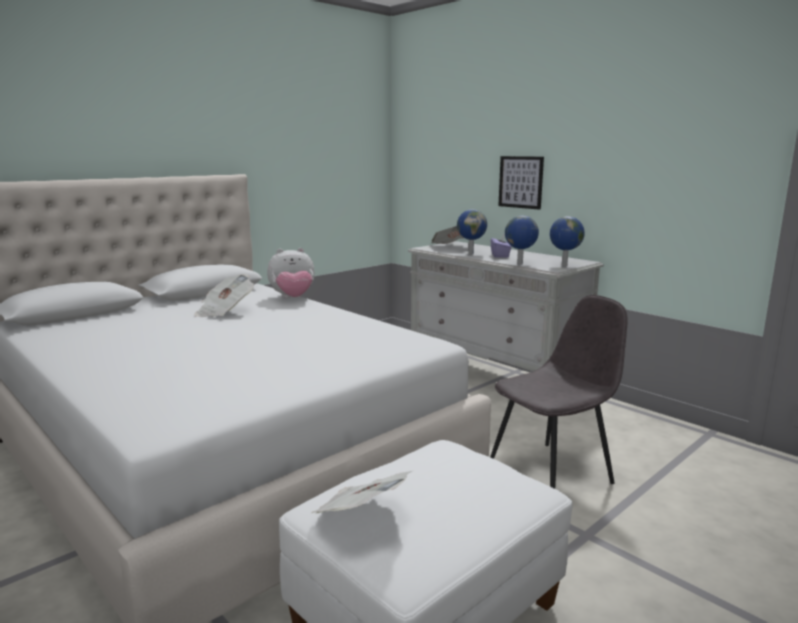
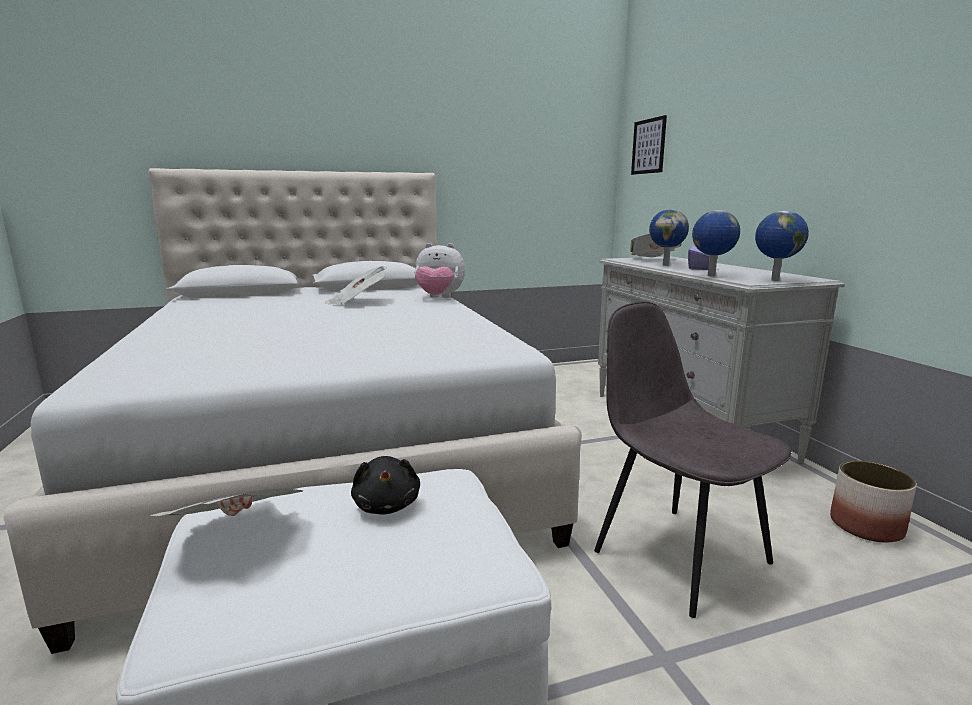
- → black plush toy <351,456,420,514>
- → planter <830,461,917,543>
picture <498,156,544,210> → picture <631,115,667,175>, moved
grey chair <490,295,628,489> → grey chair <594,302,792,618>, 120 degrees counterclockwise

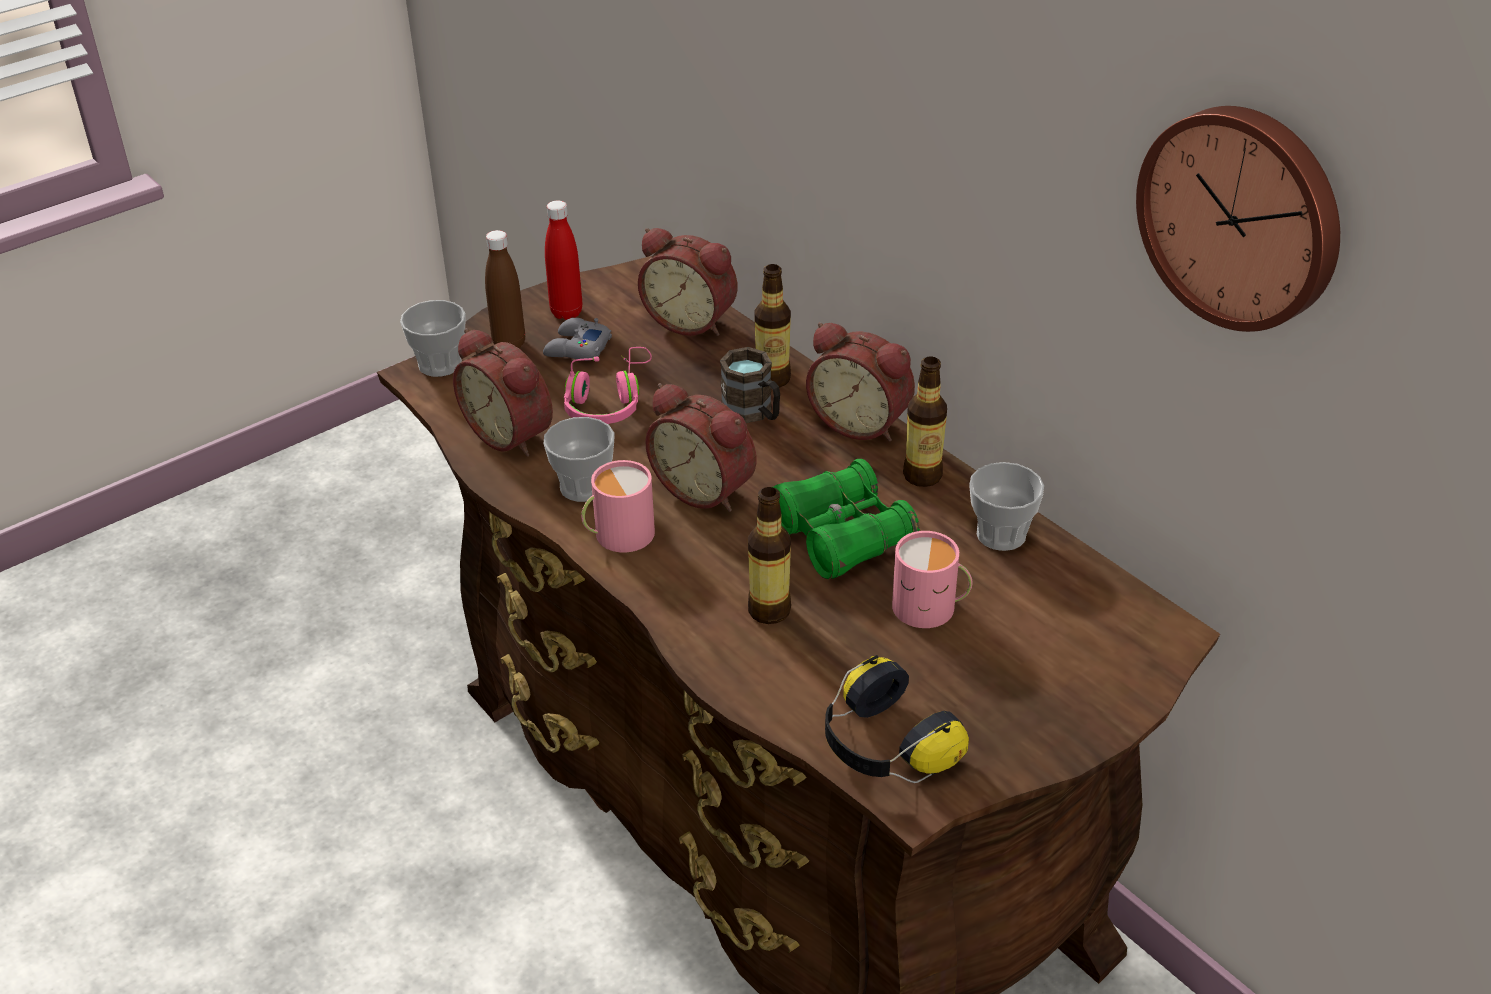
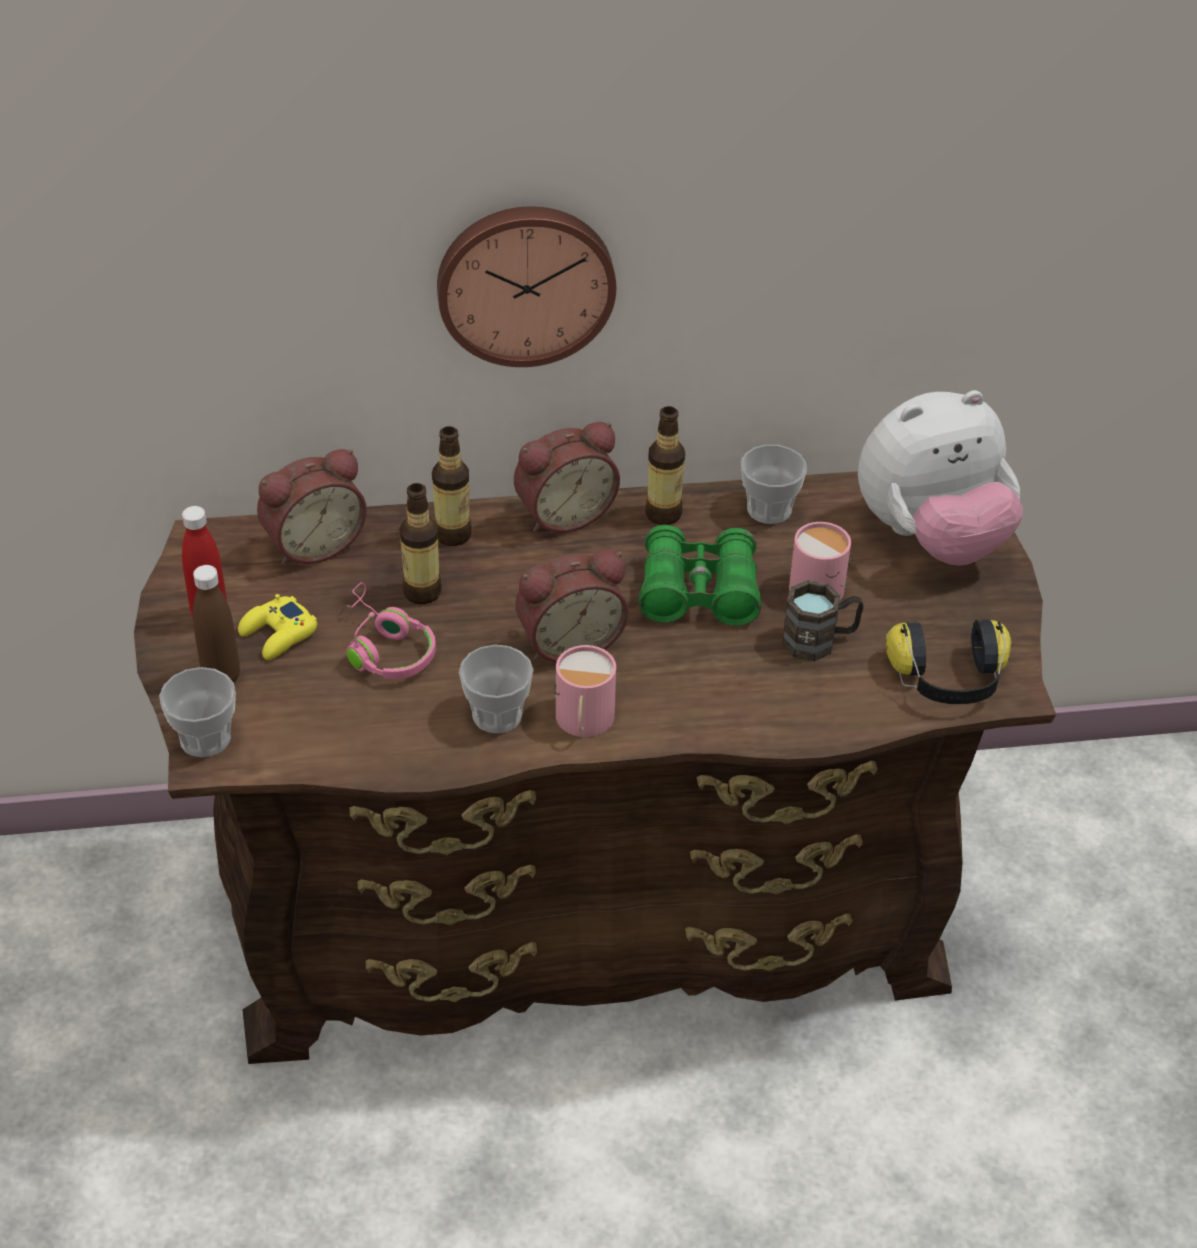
alarm clock <453,328,553,456> → -
- → plush toy <858,390,1023,566>
brown mug <720,347,780,423> → brown mug <782,580,863,661>, moved
bottle <748,487,791,624> → bottle <399,483,442,604>, moved
wall clock <1136,106,1340,332> → wall clock <437,207,616,367>, moved
grey game controller <543,318,612,361> → yellow game controller <238,594,318,660>

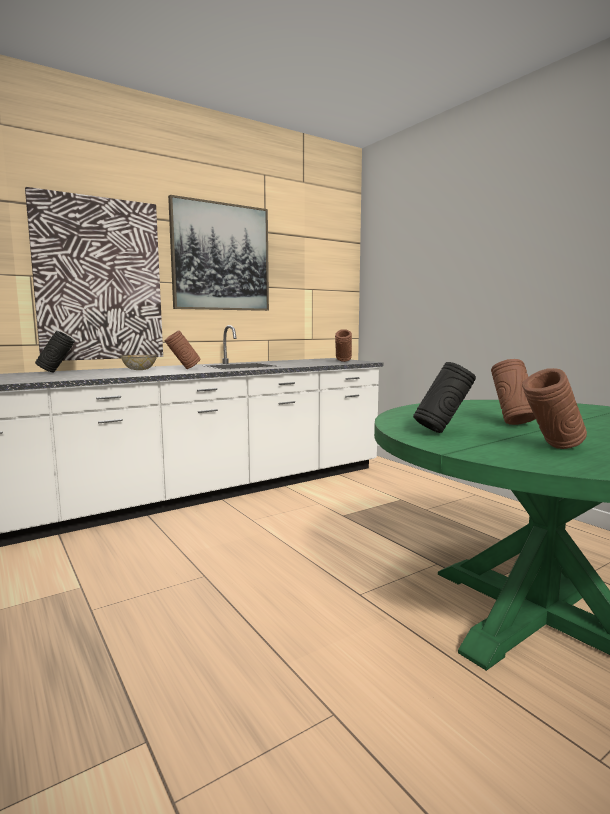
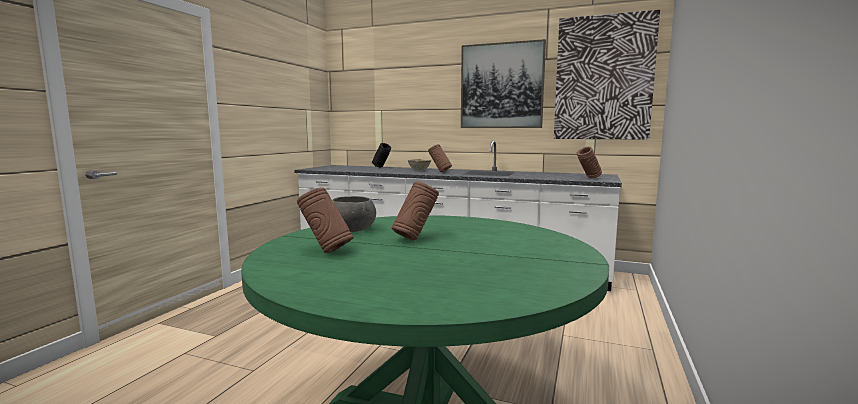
picture <25,187,163,361> → picture <554,10,660,140>, moved
black vase <413,362,476,433> → grey bowl <332,196,376,232>

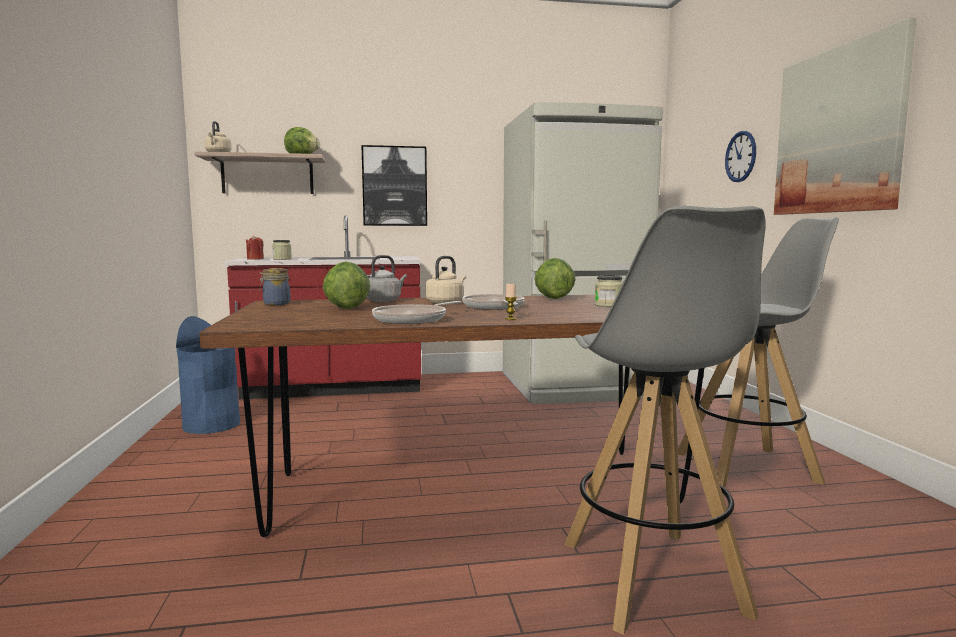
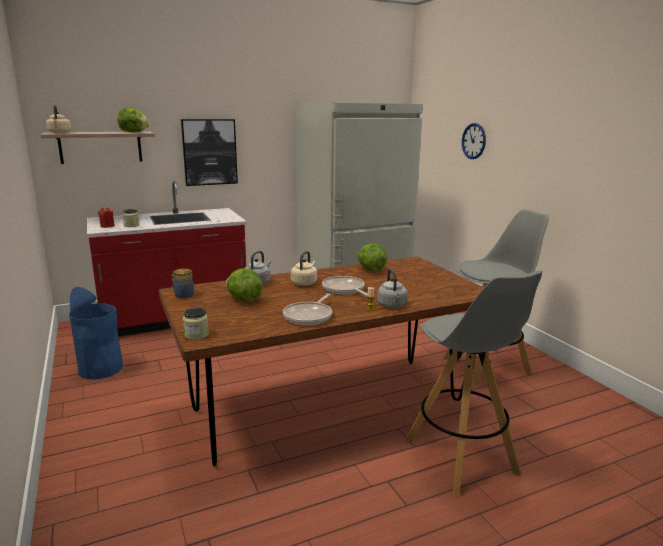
picture <774,18,916,215> → -
- → grey kettle <377,269,408,308>
jar <595,276,623,307> → jar <183,308,209,340>, moved

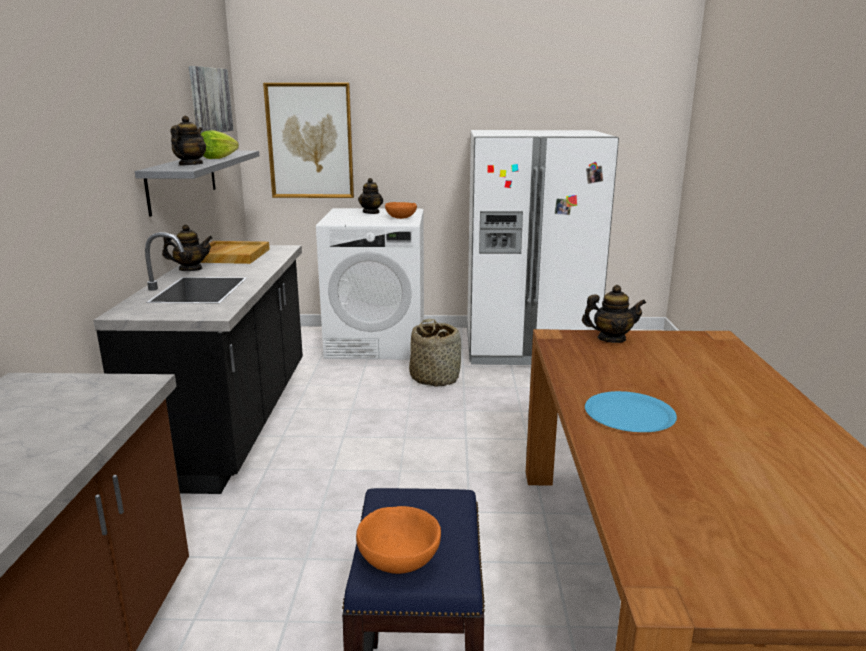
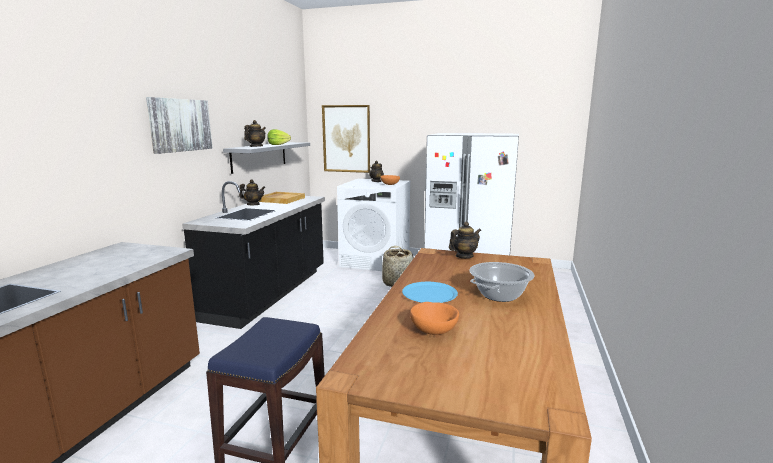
- → cooking pot <469,262,534,302>
picture <189,66,233,133> → picture <146,97,212,154>, moved
orange bowl <356,506,441,574> → orange bowl <410,302,459,335>, moved
teapot <582,285,646,343> → teapot <449,222,481,258>, 45 degrees counterclockwise

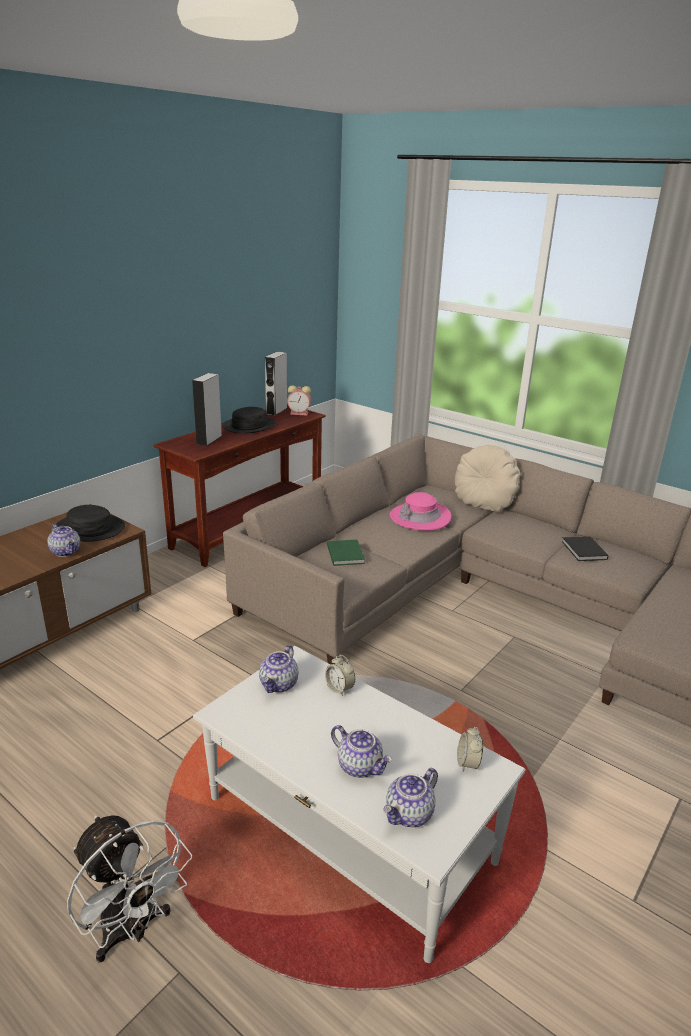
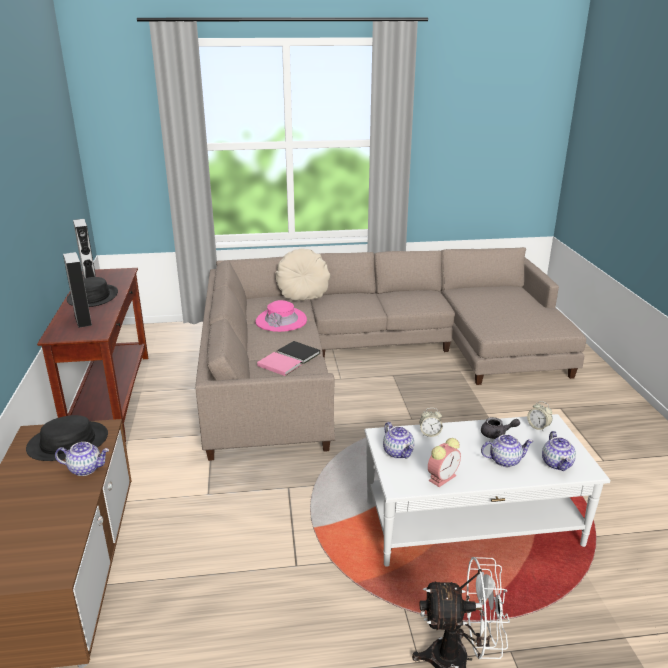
- → grey teapot <481,417,520,439>
alarm clock <287,385,311,415> → alarm clock <428,438,461,487>, moved
black book <562,536,609,561> → black book <277,341,320,364>, moved
green book <327,540,365,566> → pink book <257,352,302,376>

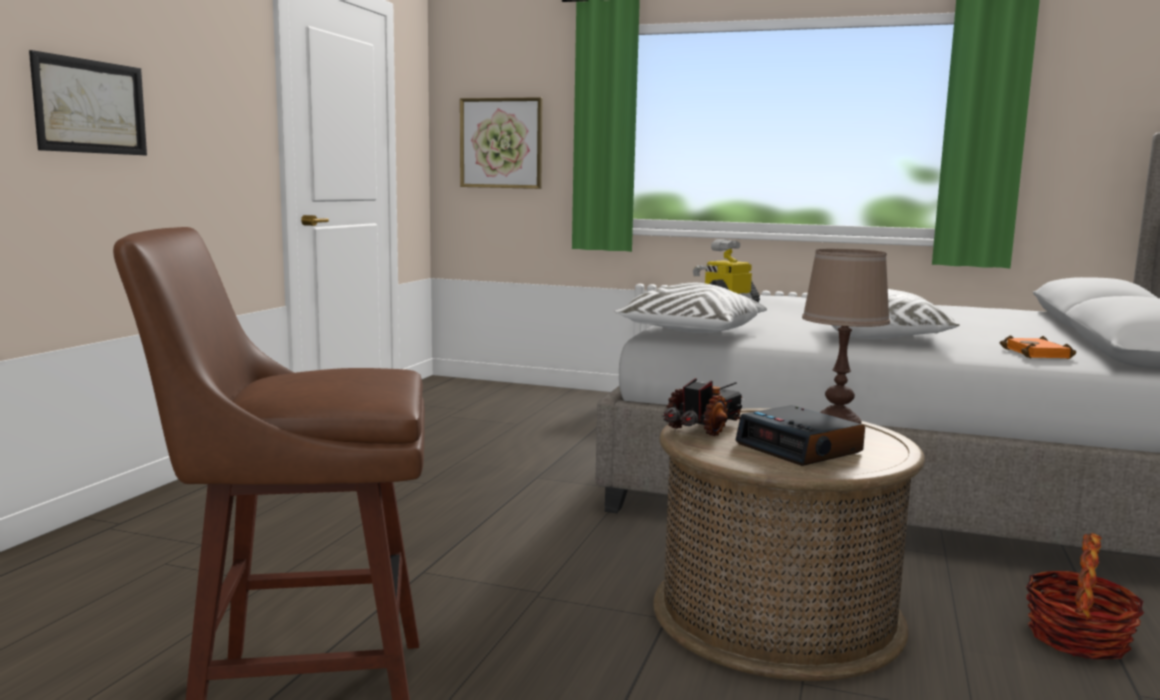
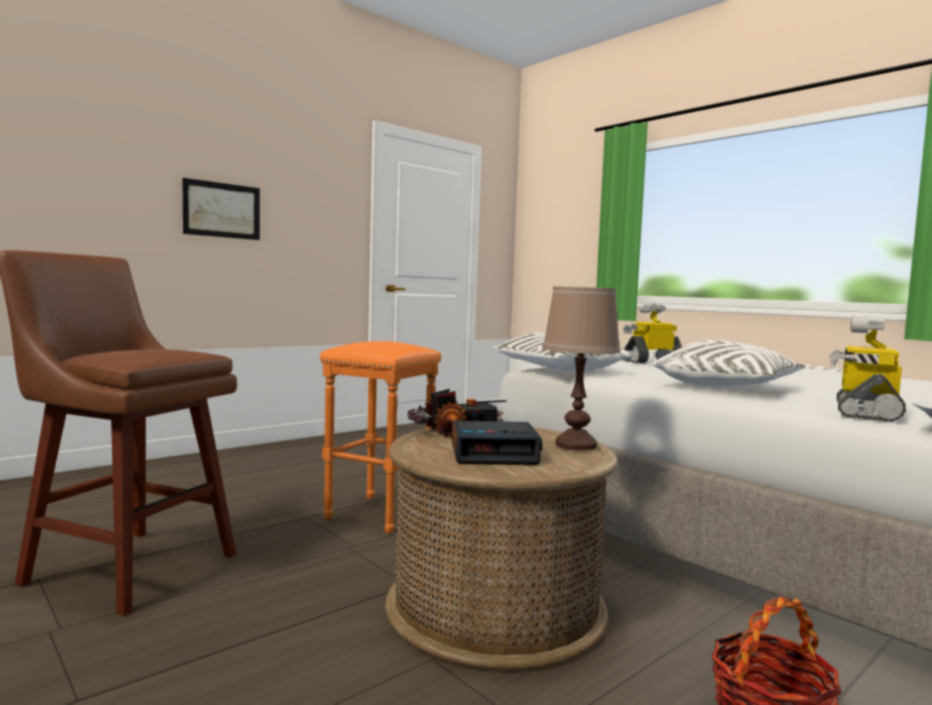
picture <460,97,543,189> → -
- → orange stool <320,341,441,534>
orange book <1000,335,1076,359> → toy robot <829,316,906,421>
alarm clock <735,405,865,466> → alarm clock <452,420,542,465>, 90 degrees counterclockwise

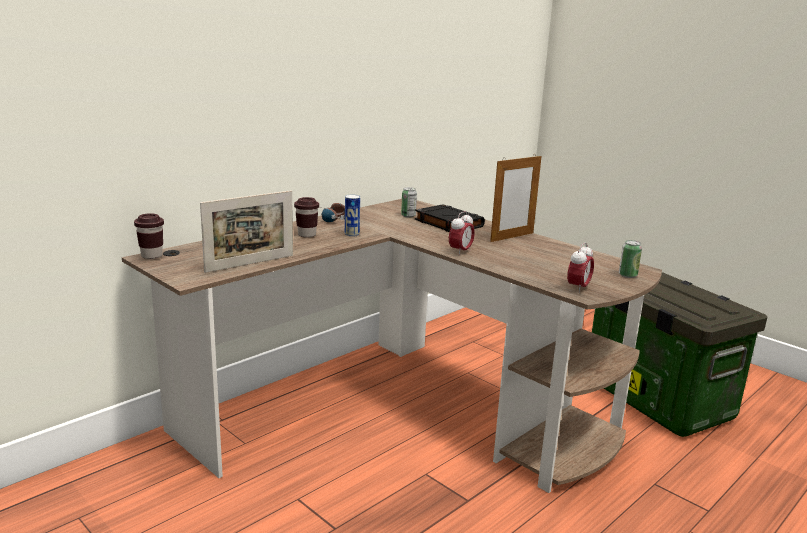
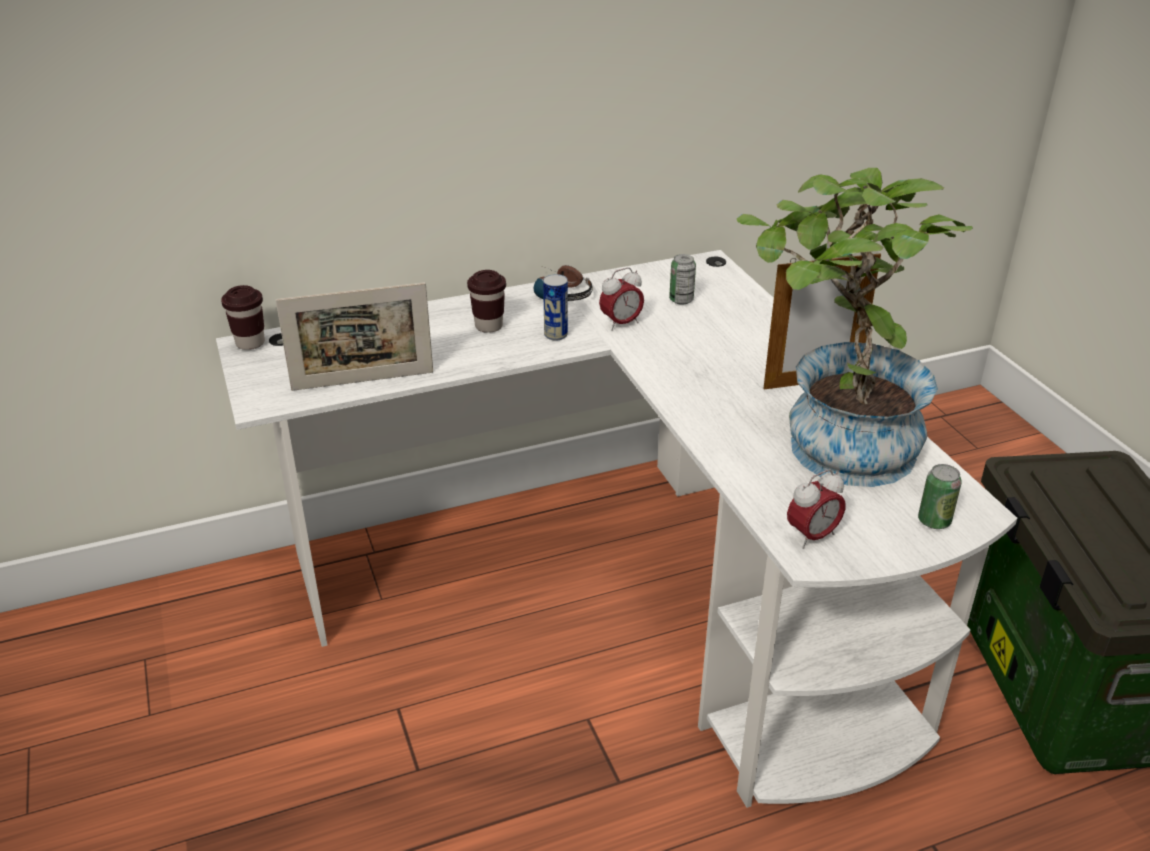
black book <415,204,485,232> → -
- → potted plant <737,168,973,487>
alarm clock <449,211,475,254> → alarm clock <599,267,644,331>, moved
brown desk <122,199,662,493> → white desk <216,250,1017,808>

